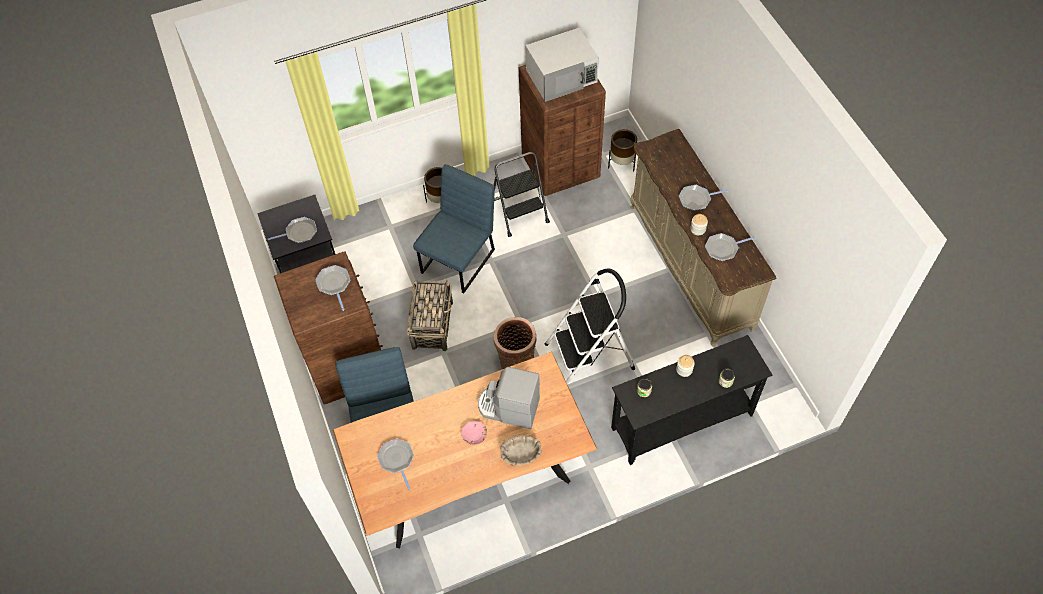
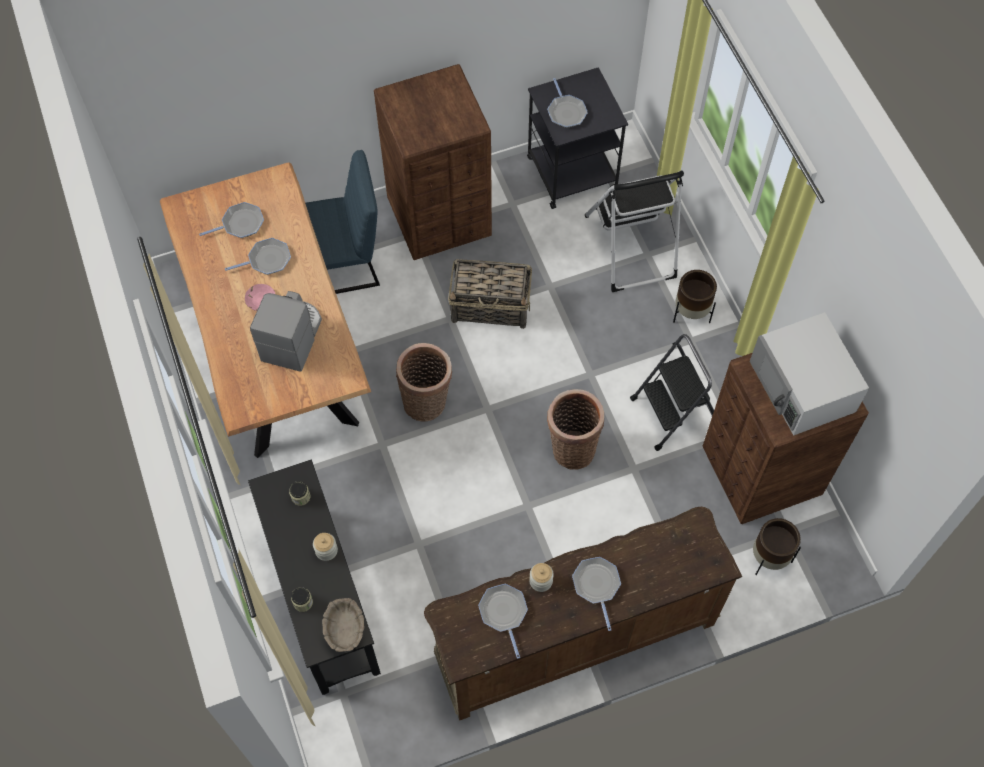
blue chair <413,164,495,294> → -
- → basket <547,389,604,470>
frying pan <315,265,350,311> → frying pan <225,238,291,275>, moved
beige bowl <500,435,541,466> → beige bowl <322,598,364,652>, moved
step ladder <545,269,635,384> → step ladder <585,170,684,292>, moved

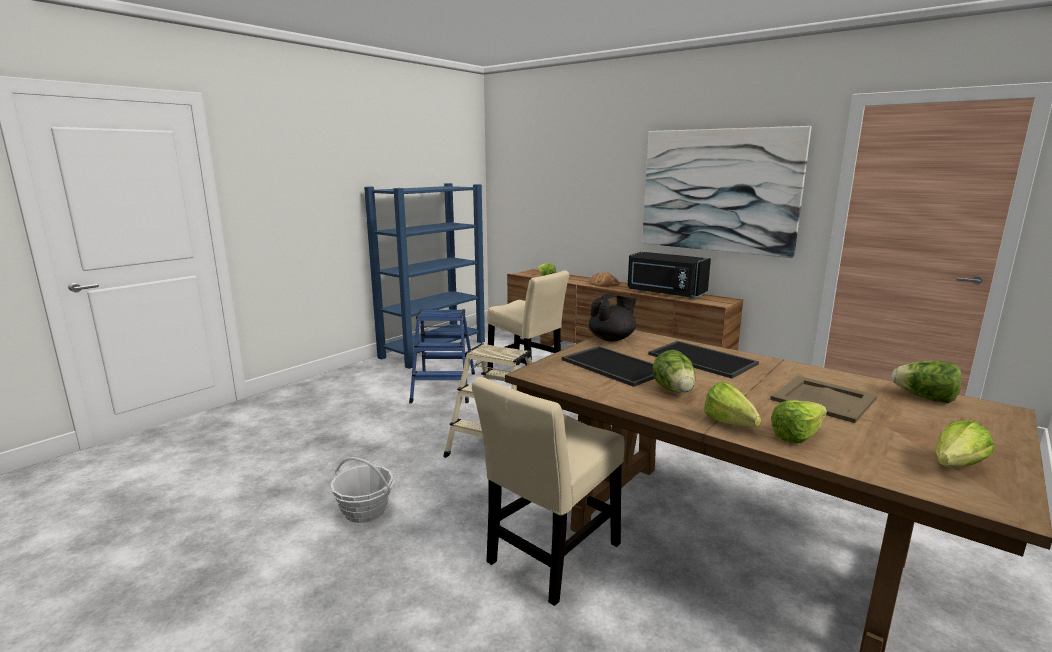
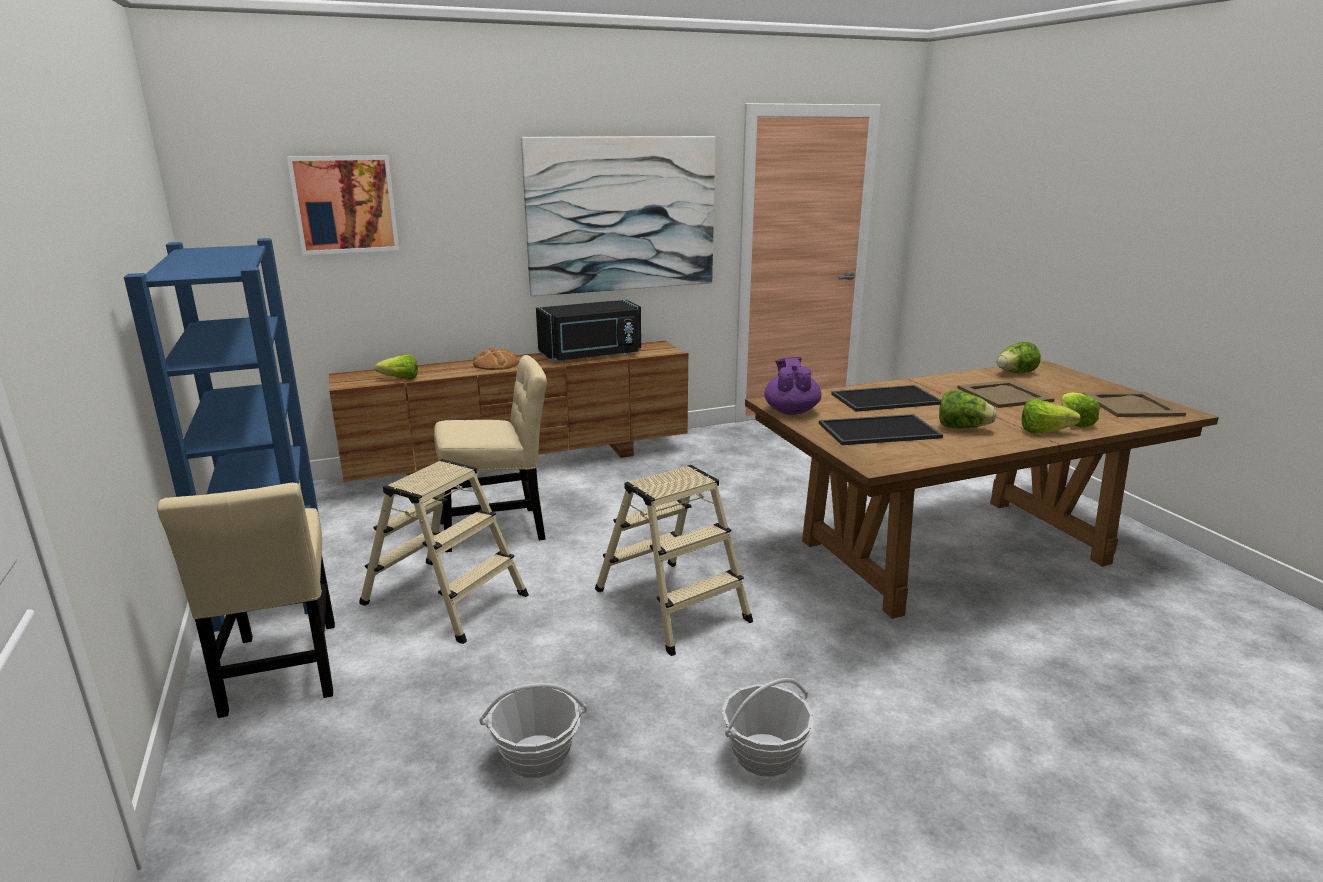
- → picture <287,155,399,255>
- → basket <479,683,587,778>
beige chair <472,377,625,606> → beige chair <157,483,335,718>, moved
lettuce <935,420,994,467> → beige tray <1082,392,1186,417>
blue step ladder <409,309,475,403> → beige step ladder <359,459,529,644>
black teapot <588,294,637,341> → purple teapot <764,357,822,415>

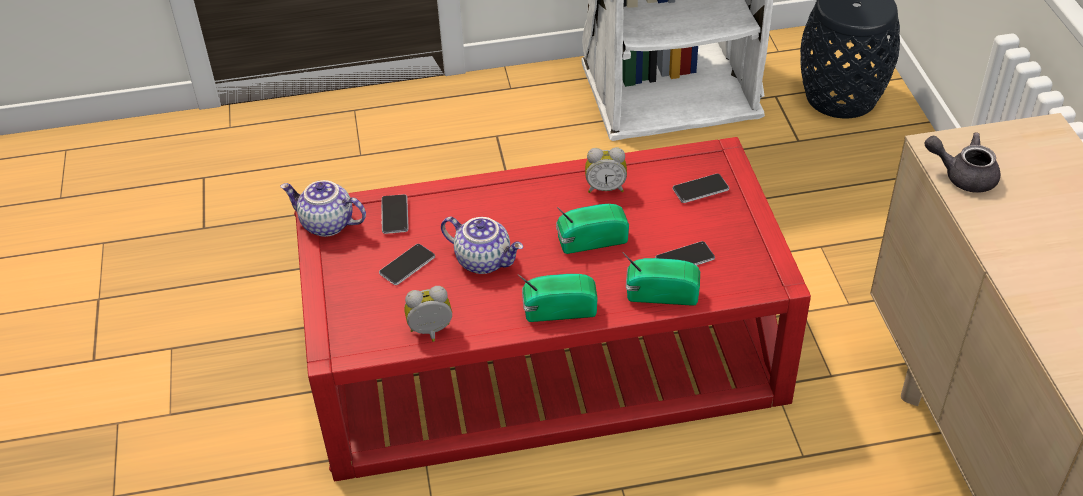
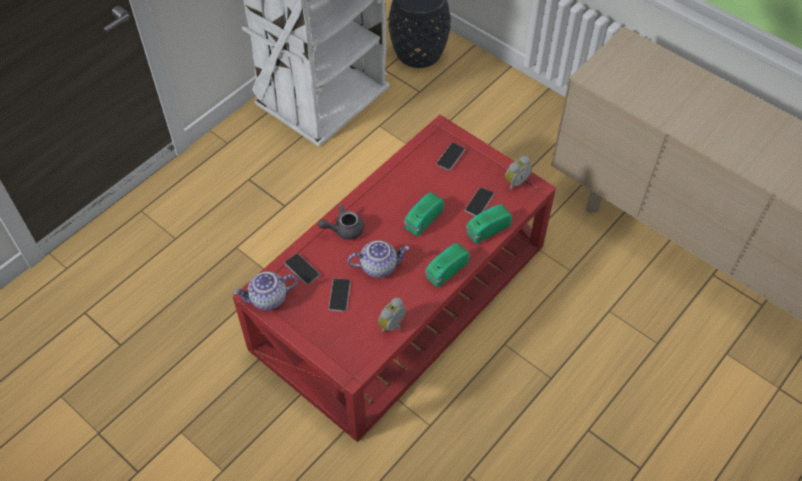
alarm clock <585,147,627,193> → alarm clock <505,156,532,190>, moved
grey teapot <925,133,1001,193> → grey teapot <318,204,364,240>, moved

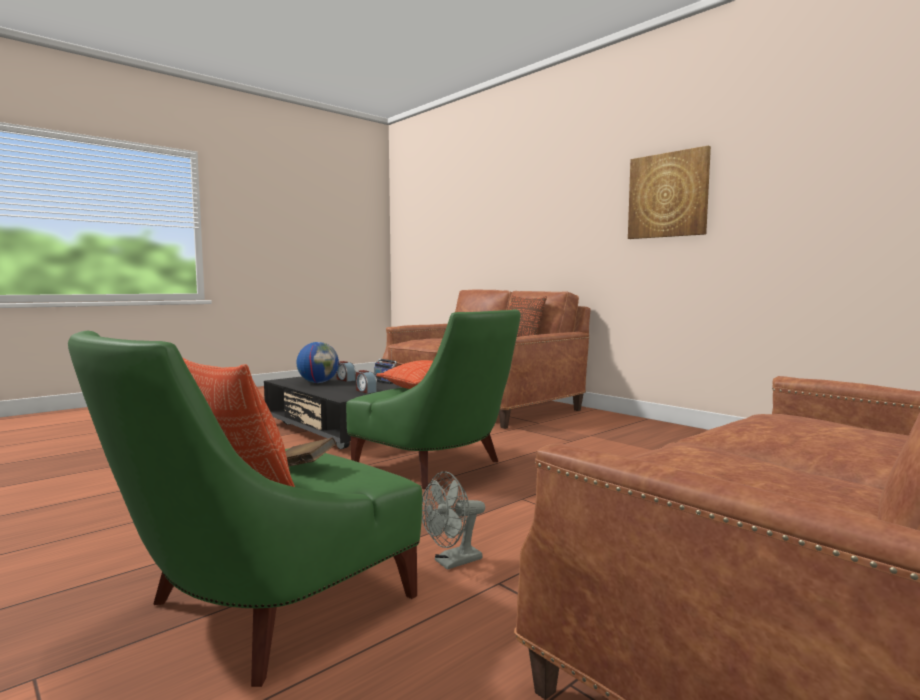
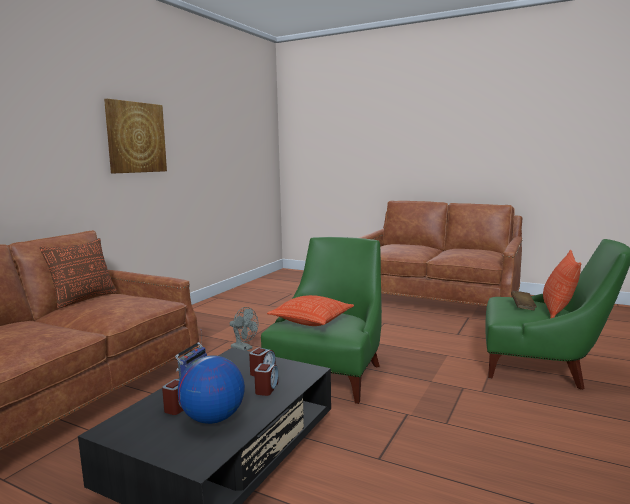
- → alarm clock <254,363,278,396>
grey fan <422,471,485,570> → grey fan <230,307,258,351>, moved

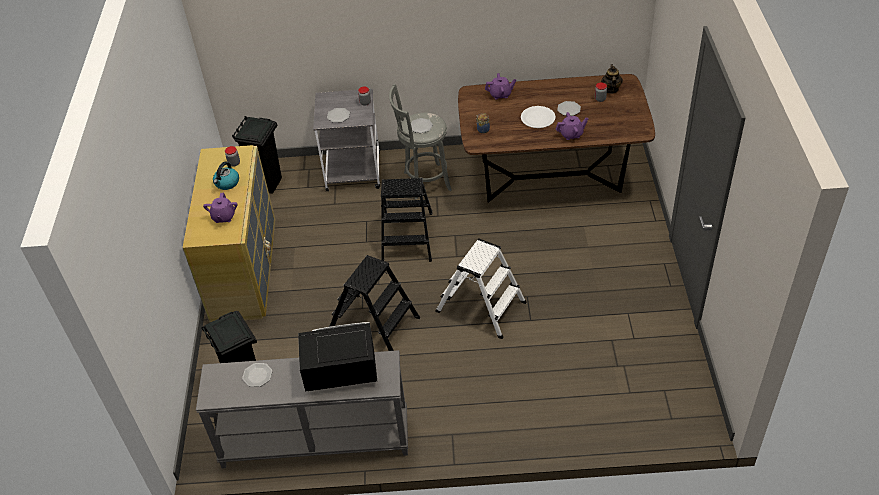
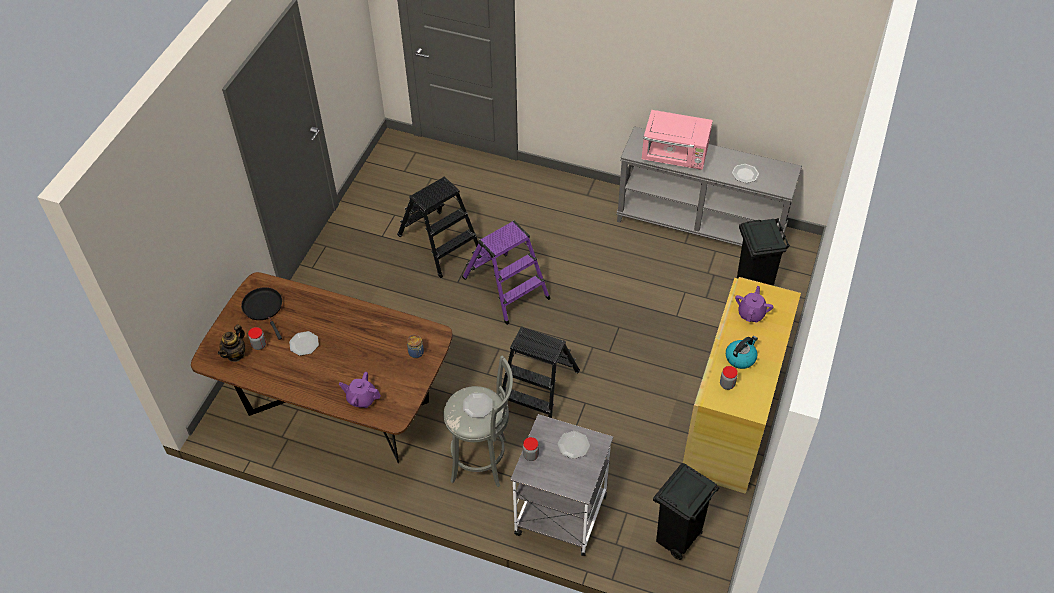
white plate <521,106,556,128> → -
purple teapot <556,112,588,140> → -
- → black frying pan <241,287,282,340>
black step ladder <329,255,421,351> → black step ladder <397,176,479,278>, moved
black microwave <298,322,377,392> → pink microwave <642,110,713,170>
white step ladder <435,238,527,339> → purple step ladder <462,220,551,325>

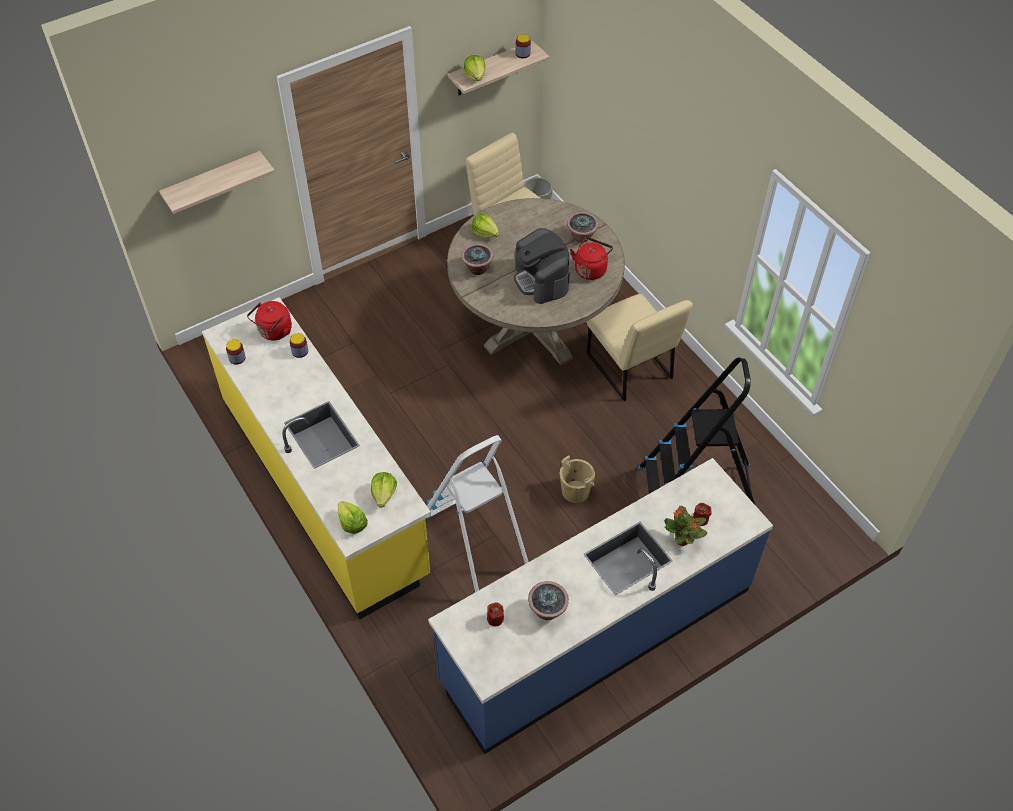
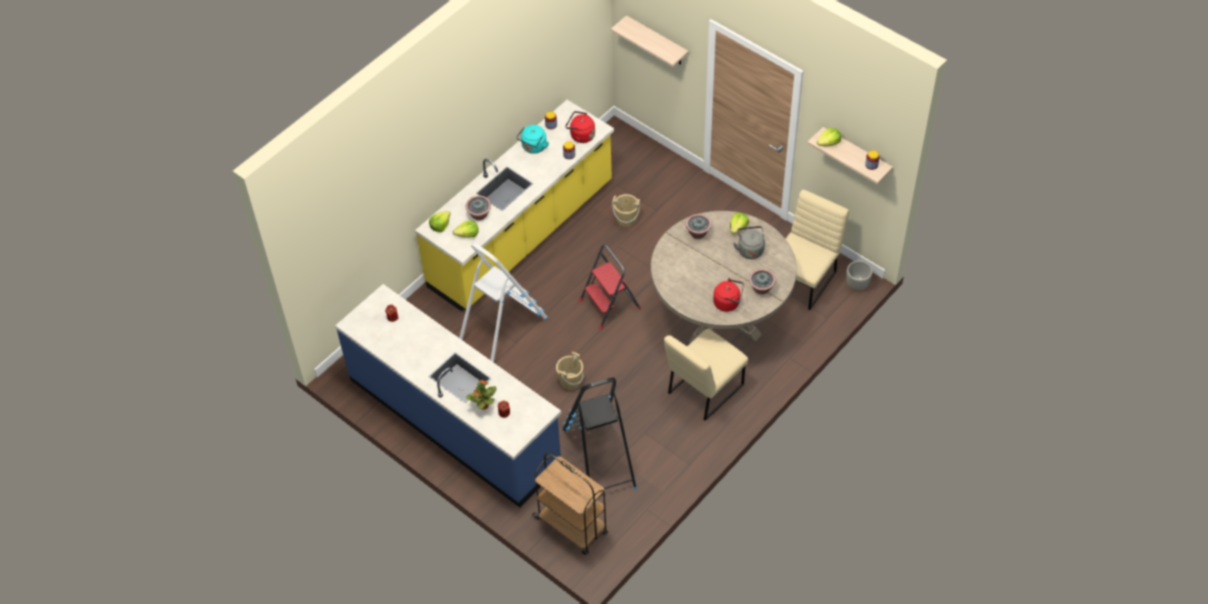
coffee machine <514,228,570,304> → -
- → turquoise kettle <516,125,549,154>
- → brown cart <532,453,608,555>
- → red step ladder <578,245,641,330>
- → beige bucket <612,194,640,227>
- → grey kettle <733,226,765,259>
potted plant <528,581,569,620> → potted plant <466,196,491,220>, moved

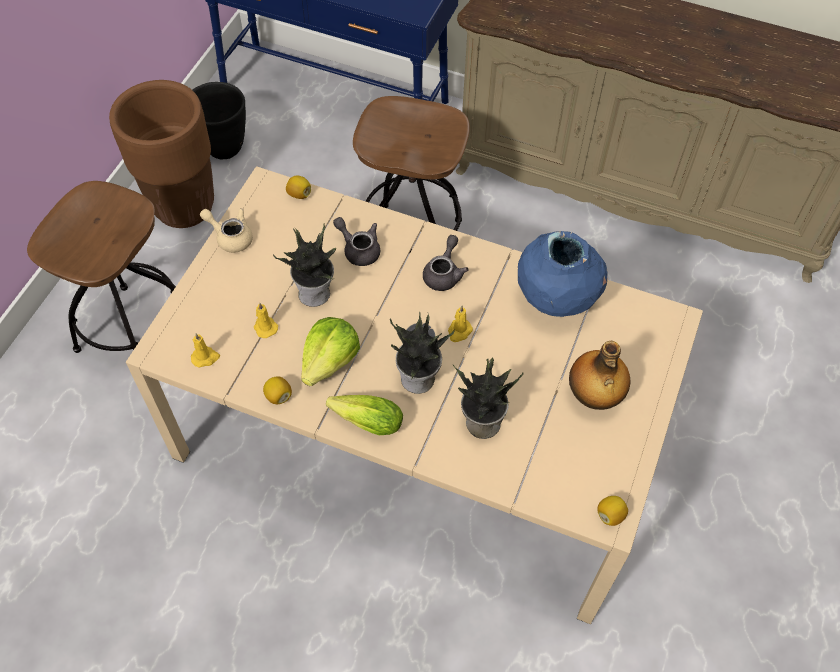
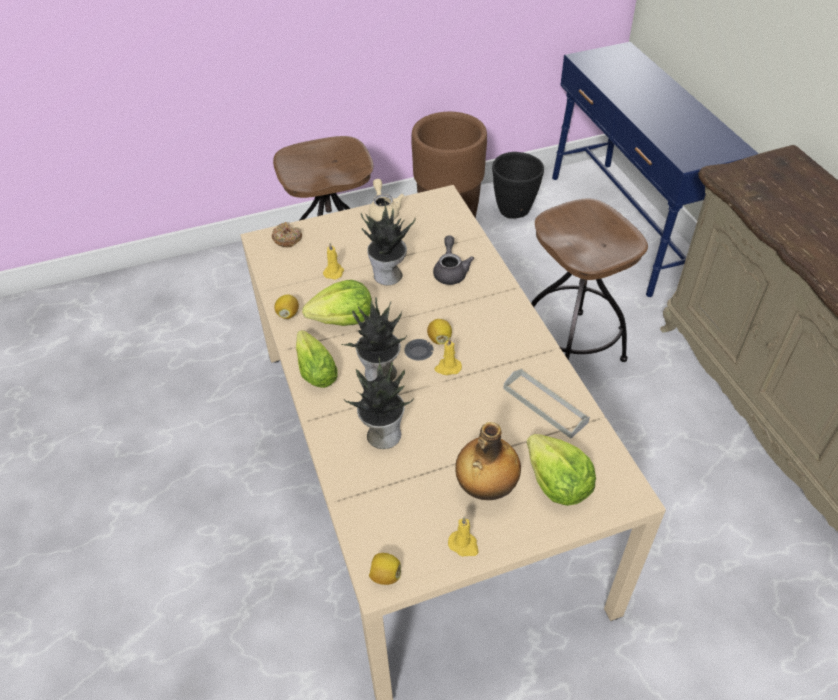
grey teapot <423,235,469,291> → -
- → donut <272,222,302,247>
- → lettuce <527,434,596,506>
yellow candle <191,333,220,368> → yellow candle <448,517,479,556>, moved
lemon <286,175,311,199> → lemon <427,319,452,344>, moved
blue vase <518,231,608,317> → grey tray <503,369,590,438>

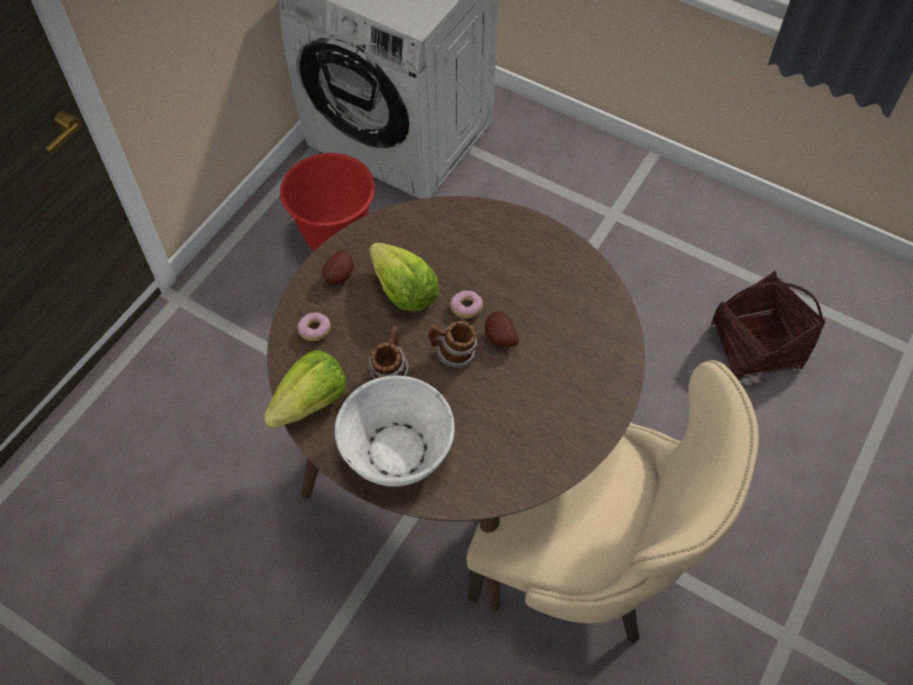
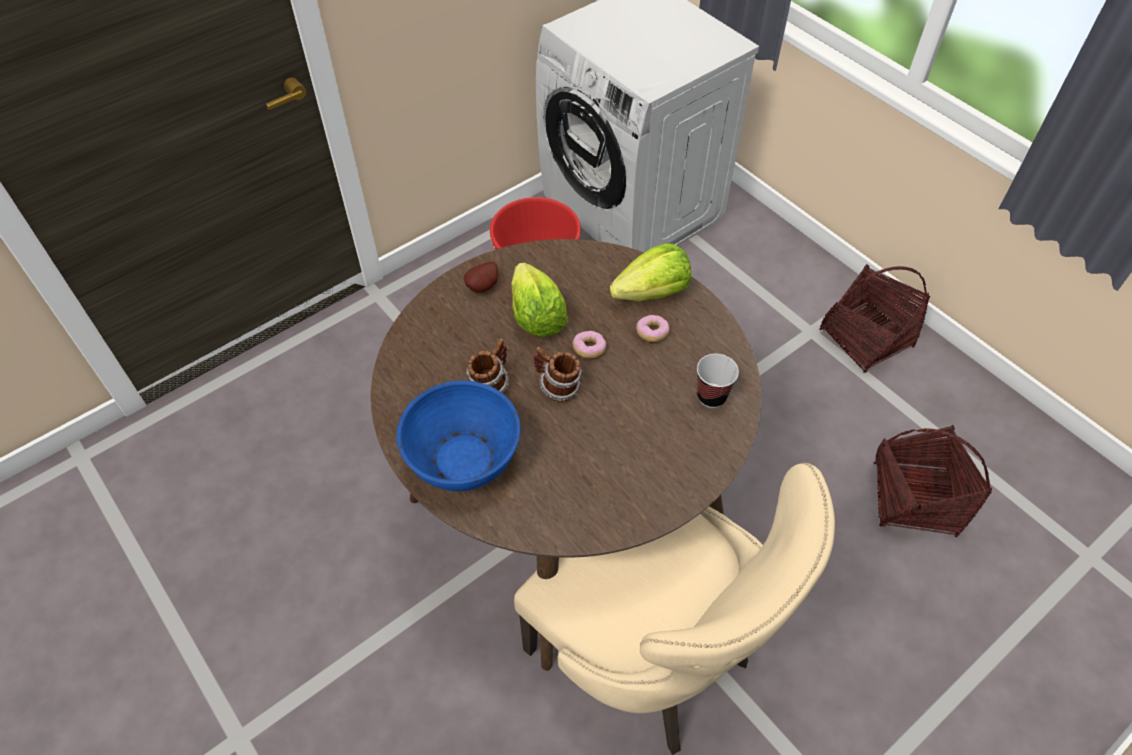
potato <485,312,519,347> → -
- → cup <697,354,739,408>
- → basket <820,264,930,373>
lettuce <264,350,347,429> → lettuce <610,243,691,301>, moved
donut <297,312,331,341> → donut <636,315,670,342>, moved
white bowl <335,376,455,487> → blue bowl <396,380,521,491>

